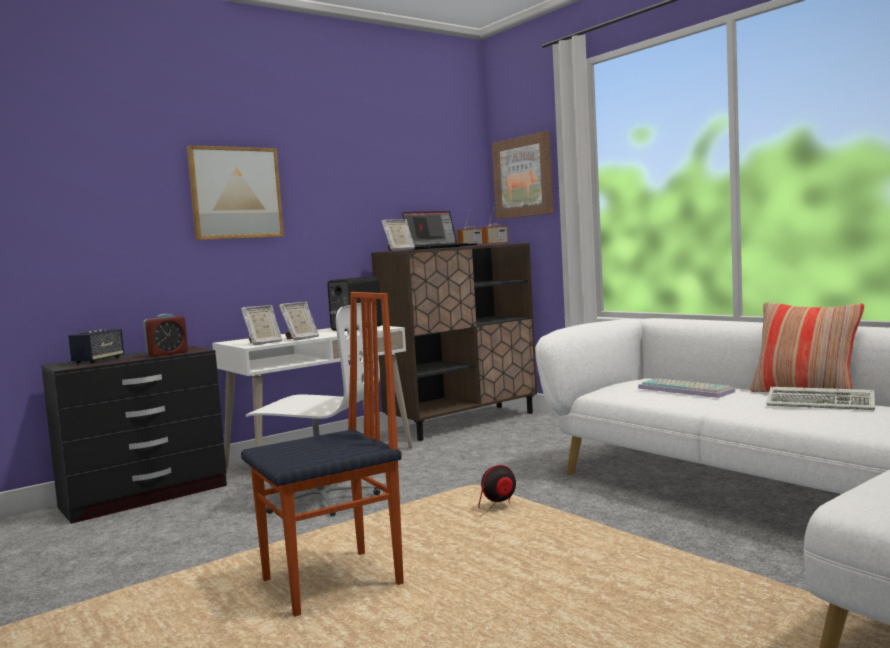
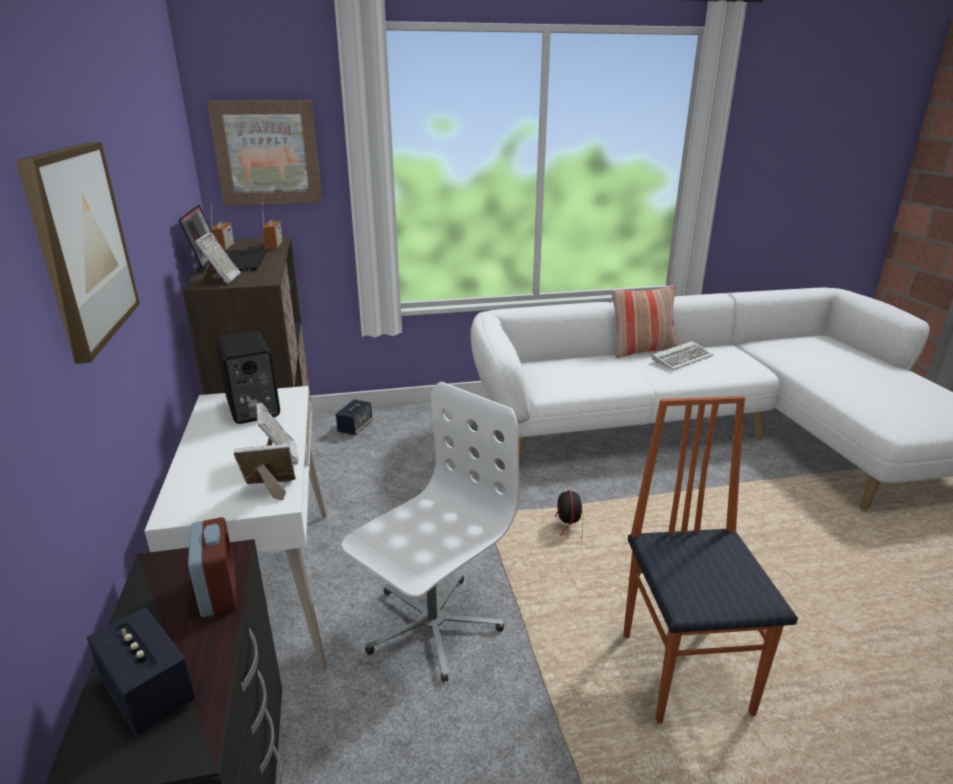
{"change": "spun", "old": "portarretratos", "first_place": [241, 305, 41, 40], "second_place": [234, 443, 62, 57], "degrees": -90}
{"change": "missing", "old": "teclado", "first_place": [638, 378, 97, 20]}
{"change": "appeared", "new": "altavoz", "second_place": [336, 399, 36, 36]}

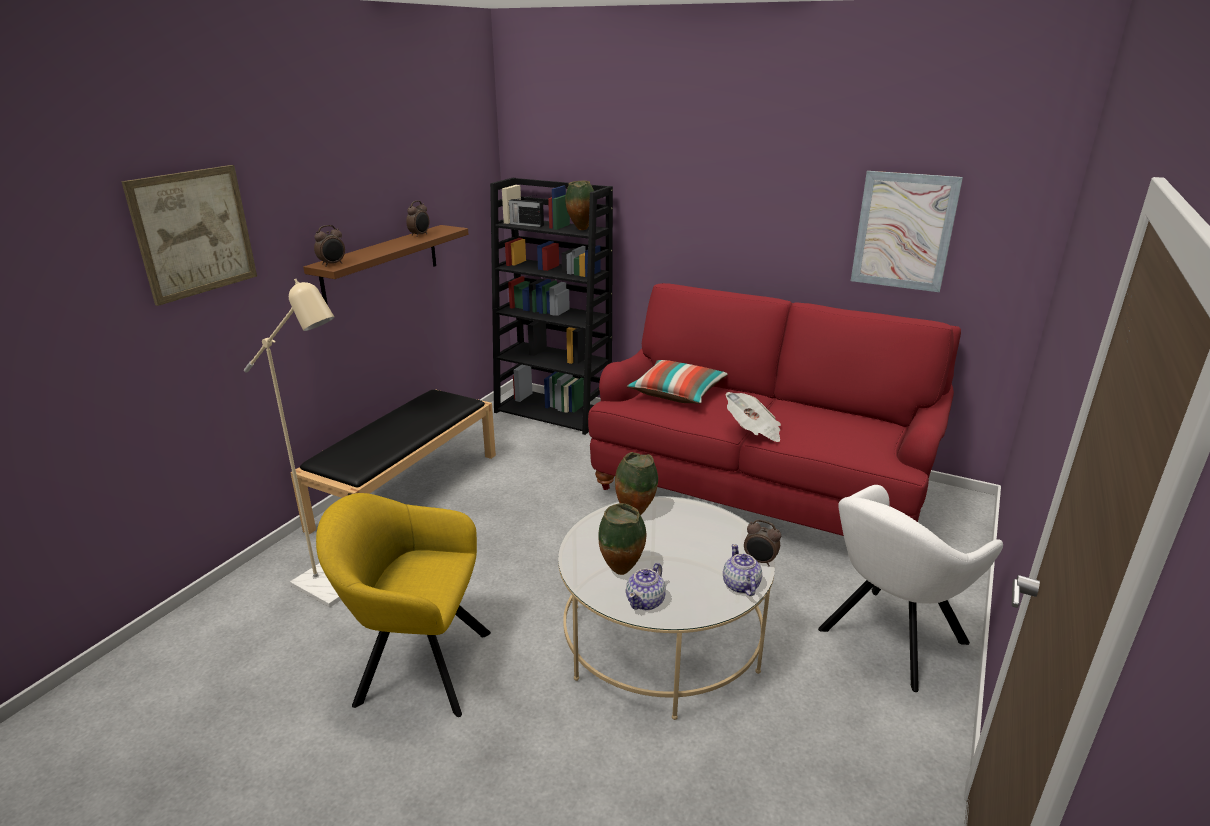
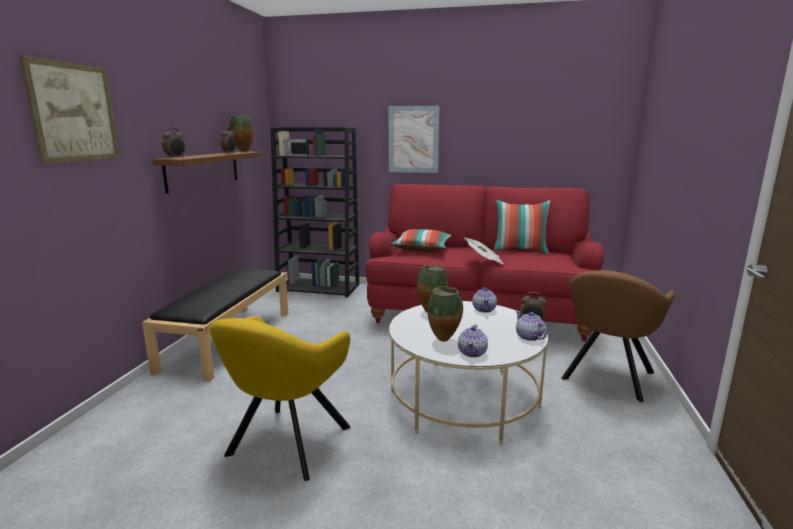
{"change": "missing", "old": "lámpara de pie/beis", "first_place": [244, 279, 97, 329]}
{"change": "spun", "old": "sillón/amarillo", "first_place": [316, 493, 175, 224], "second_place": [210, 316, 141, 165], "degrees": -60}
{"change": "relocated", "old": "florero", "first_place": [565, 181, 29, 49], "second_place": [229, 116, 24, 36]}
{"change": "colour", "old": "sillón/blanco", "new": "sillón/marrón", "first_place": [818, 485, 185, 207], "second_place": [561, 270, 114, 132]}
{"change": "relocated", "old": "cuadro", "first_place": [851, 171, 112, 121], "second_place": [389, 106, 51, 67]}
{"change": "appeared", "new": "tetera", "second_place": [472, 287, 25, 26]}
{"change": "appeared", "new": "cojín", "second_place": [494, 200, 56, 54]}

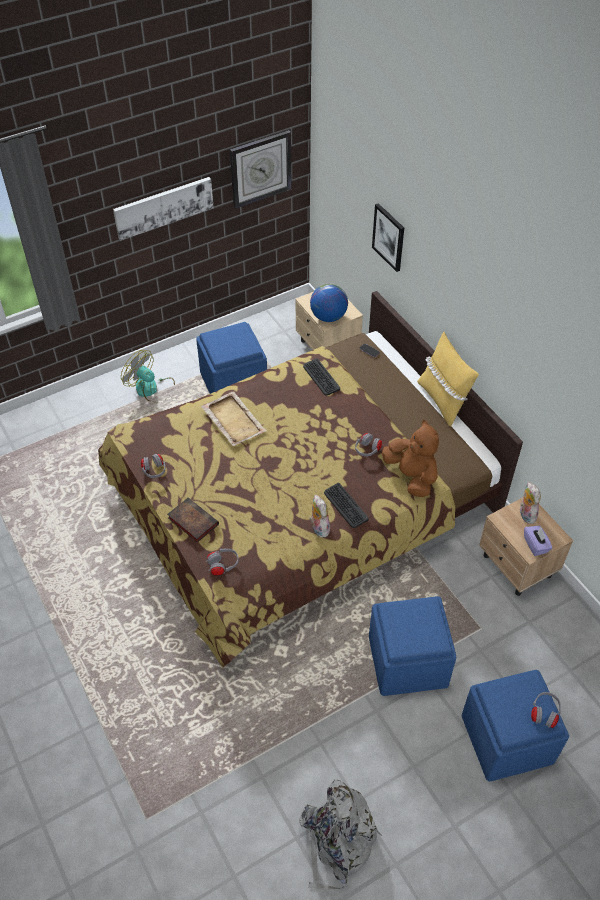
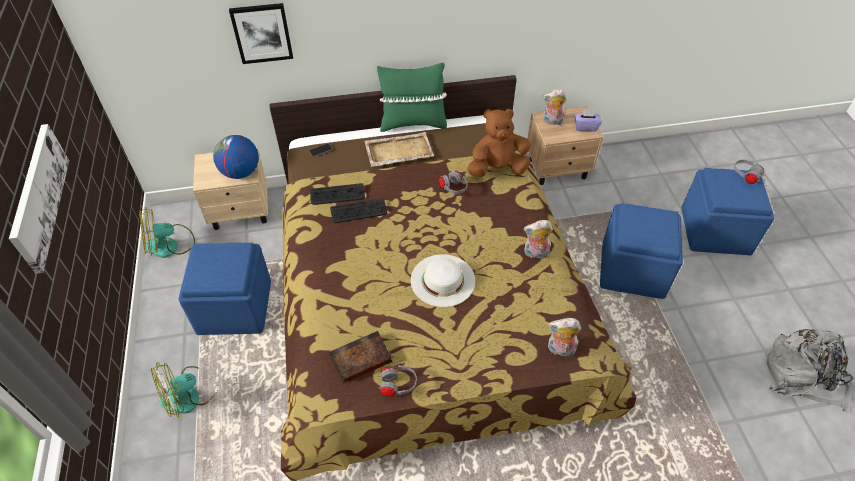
{"change": "relocated", "old": "libro", "first_place": [167, 497, 52, 46], "second_place": [329, 331, 63, 53]}
{"change": "relocated", "old": "bandeja/beis", "first_place": [201, 391, 66, 55], "second_place": [364, 132, 70, 35]}
{"change": "exchanged", "old": "auriculares/gris", "new": "peluche", "first_place": [206, 548, 32, 28], "second_place": [548, 318, 33, 39]}
{"change": "missing", "old": "reloj de pared", "first_place": [230, 130, 61, 79]}
{"change": "relocated", "old": "teclado", "first_place": [324, 483, 45, 45], "second_place": [330, 198, 57, 25]}
{"change": "colour", "old": "cojín/amarillo", "new": "cojín/verde", "first_place": [417, 332, 62, 95], "second_place": [377, 63, 70, 69]}
{"change": "appeared", "new": "ventilador", "second_place": [140, 207, 55, 51]}
{"change": "appeared", "new": "sombrero/blanco", "second_place": [411, 254, 64, 53]}

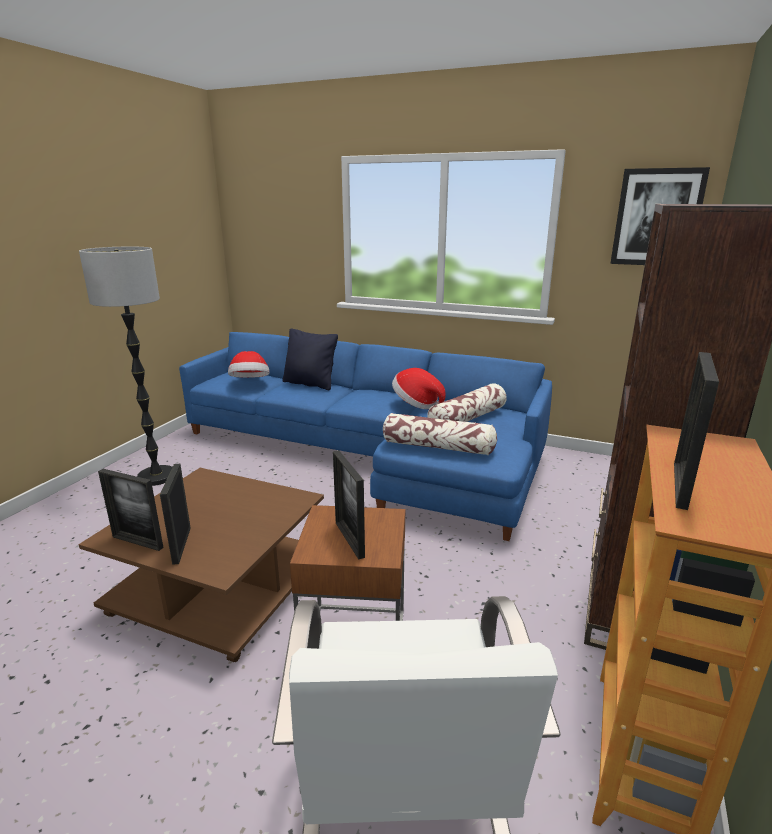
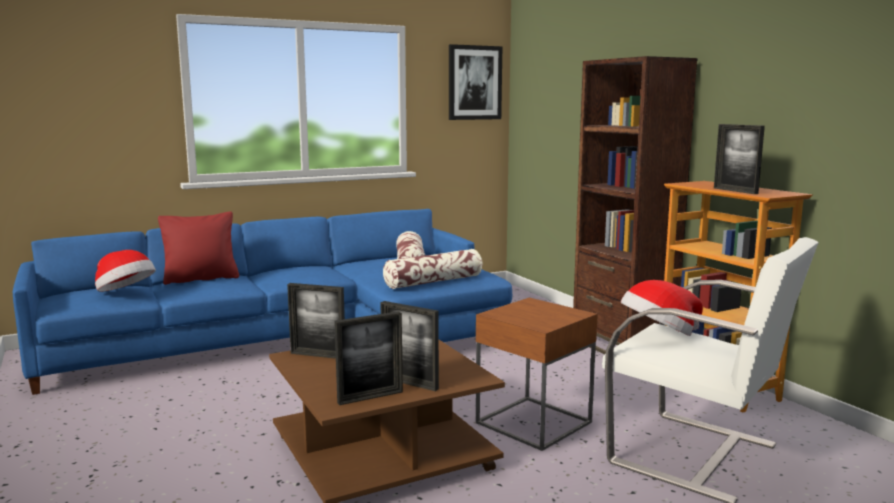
{"change": "missing", "old": "lámpara de pie", "first_place": [79, 247, 93, 239]}
{"change": "colour", "old": "cojín/negro", "new": "cojín/rojo", "first_place": [282, 328, 56, 62], "second_place": [158, 212, 81, 73]}
{"change": "relocated", "old": "portarretratos", "first_place": [333, 450, 32, 110], "second_place": [287, 283, 58, 76]}
{"change": "relocated", "old": "sombrero", "first_place": [392, 368, 54, 41], "second_place": [621, 280, 82, 56]}

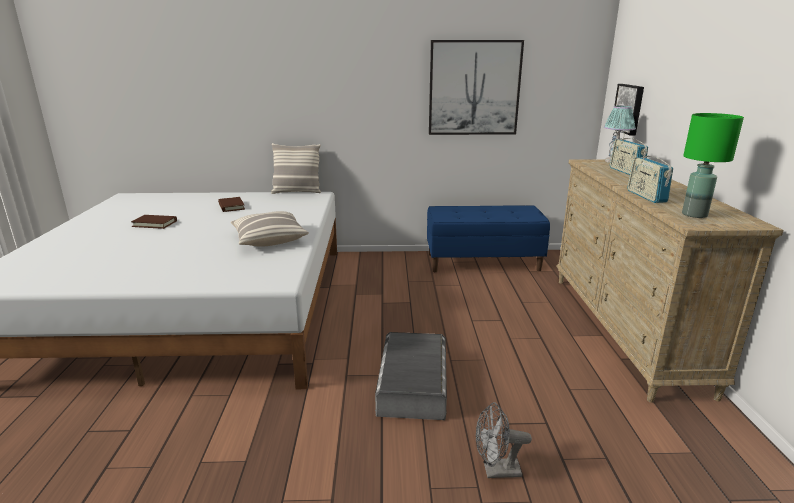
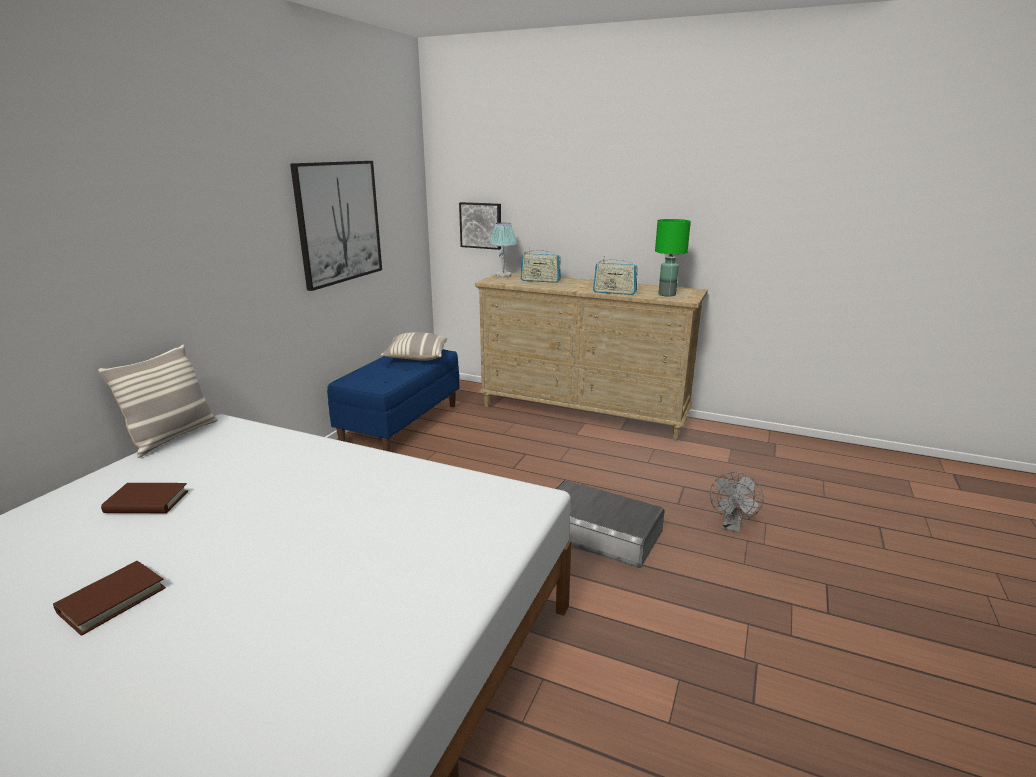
{"change": "relocated", "old": "cojín", "first_place": [231, 211, 78, 36], "second_place": [381, 332, 66, 29]}

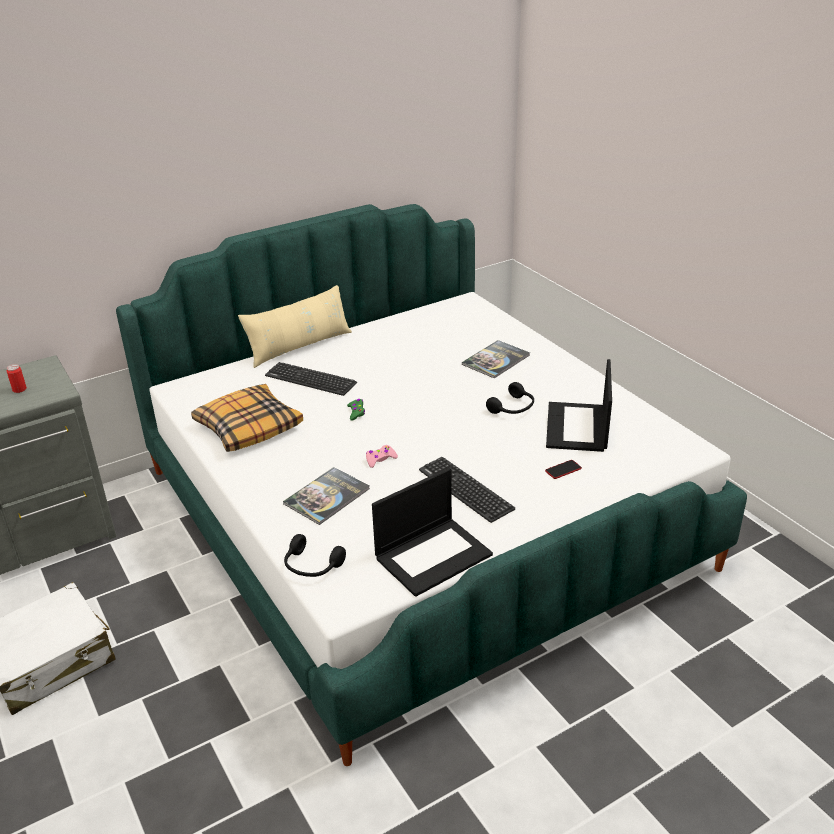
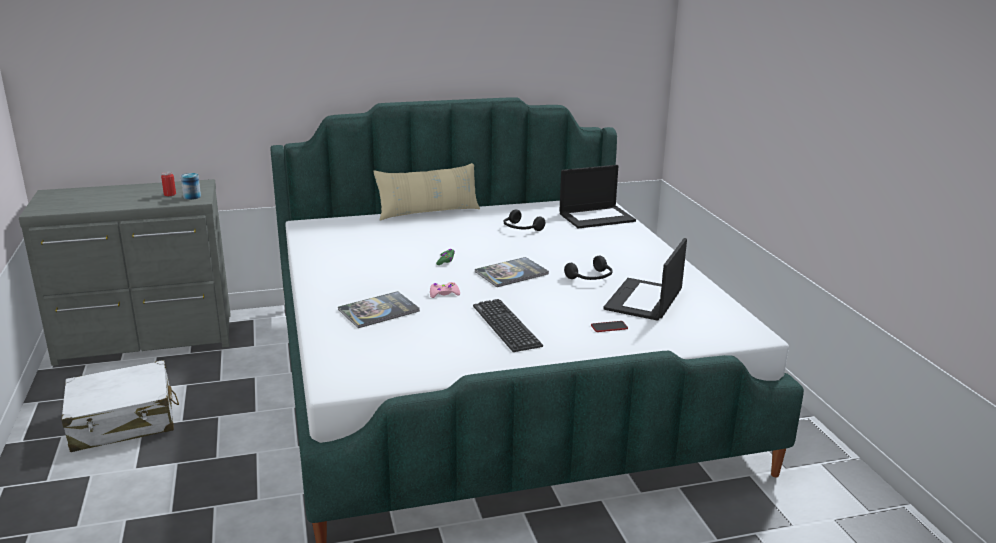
{"change": "missing", "old": "cojín", "first_place": [191, 384, 112, 68]}
{"change": "missing", "old": "teclado", "first_place": [265, 362, 92, 34]}
{"change": "relocated", "old": "auriculares/negro", "first_place": [284, 534, 62, 43], "second_place": [503, 210, 42, 21]}
{"change": "relocated", "old": "portátil", "first_place": [372, 468, 121, 129], "second_place": [559, 165, 77, 64]}
{"change": "relocated", "old": "libro", "first_place": [462, 340, 68, 38], "second_place": [475, 257, 74, 30]}
{"change": "appeared", "new": "lata", "second_place": [181, 173, 20, 27]}

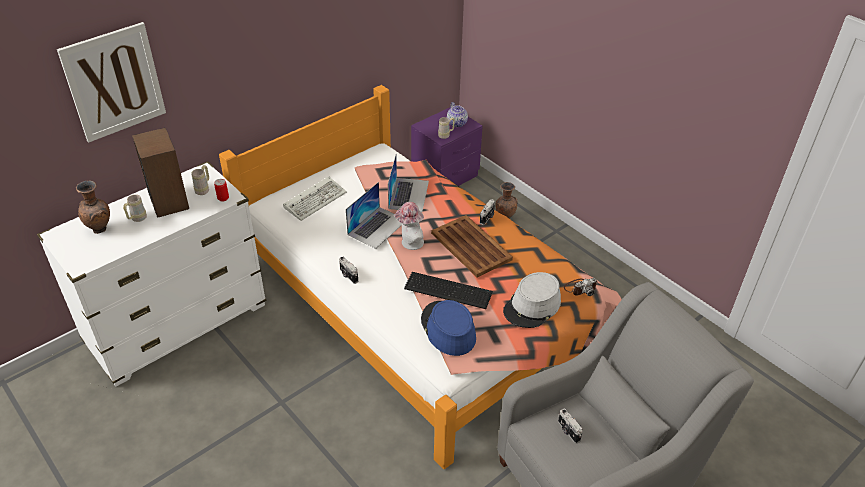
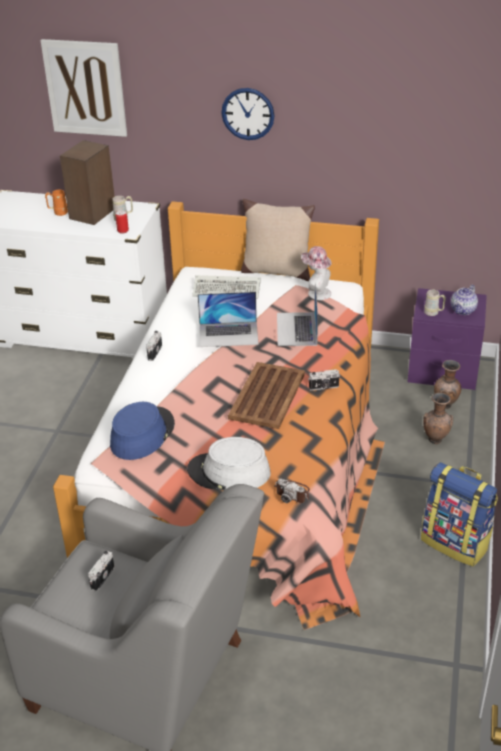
{"change": "relocated", "old": "florero/marrón", "first_place": [76, 180, 34, 54], "second_place": [434, 360, 27, 49]}
{"change": "colour", "old": "taza grande/beis", "new": "taza grande/naranja", "first_place": [123, 194, 24, 28], "second_place": [45, 190, 23, 26]}
{"change": "spun", "old": "portátil", "first_place": [388, 155, 41, 57], "second_place": [277, 283, 41, 63], "degrees": 120}
{"change": "relocated", "old": "sombrero", "first_place": [394, 202, 30, 48], "second_place": [301, 246, 31, 54]}
{"change": "missing", "old": "teclado", "first_place": [404, 272, 89, 37]}
{"change": "appeared", "new": "reloj de pared", "second_place": [221, 88, 54, 52]}
{"change": "appeared", "new": "cojín/beis", "second_place": [241, 199, 74, 82]}
{"change": "appeared", "new": "mochila", "second_place": [421, 462, 77, 105]}

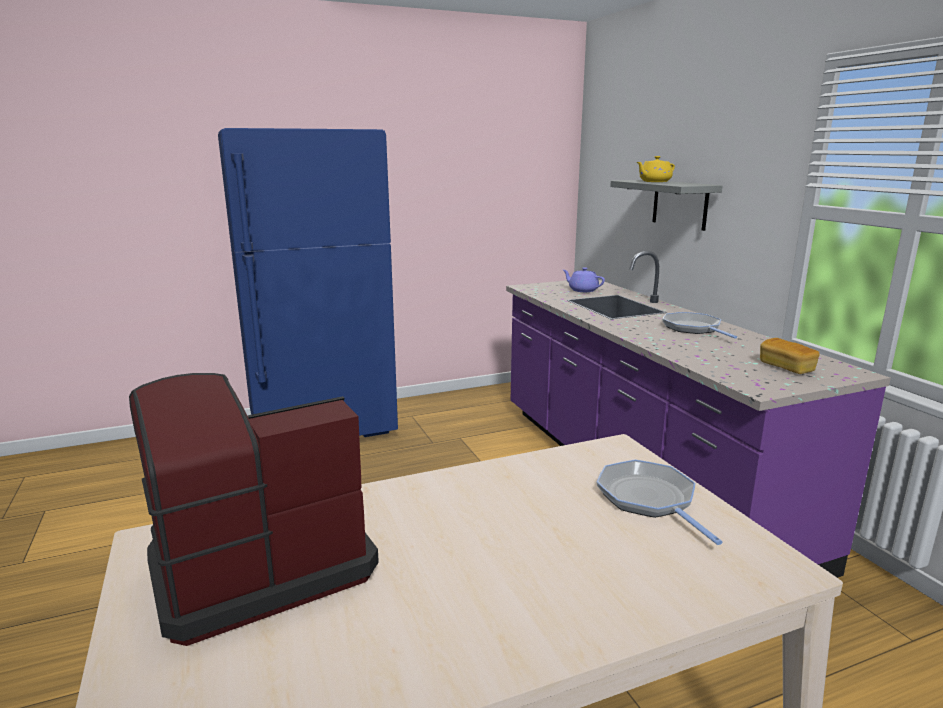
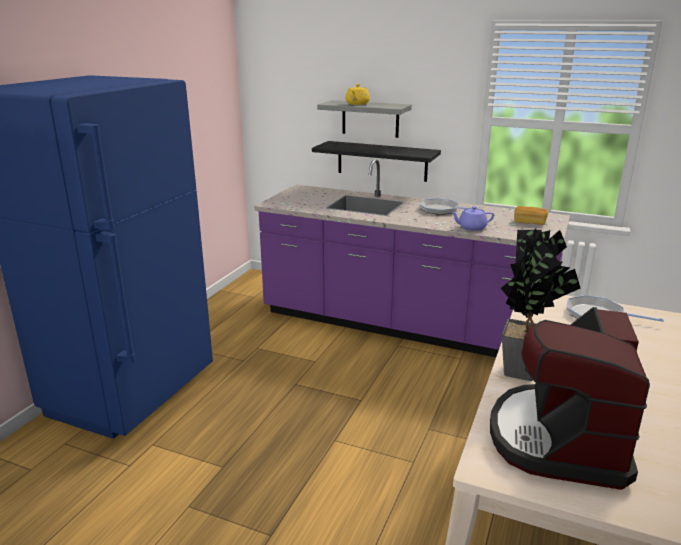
{"change": "relocated", "old": "tetera/morado", "first_place": [563, 267, 42, 25], "second_place": [451, 206, 43, 25]}
{"change": "appeared", "new": "estante/negro", "second_place": [312, 141, 129, 41]}
{"change": "appeared", "new": "planta en maceta", "second_place": [501, 229, 80, 152]}

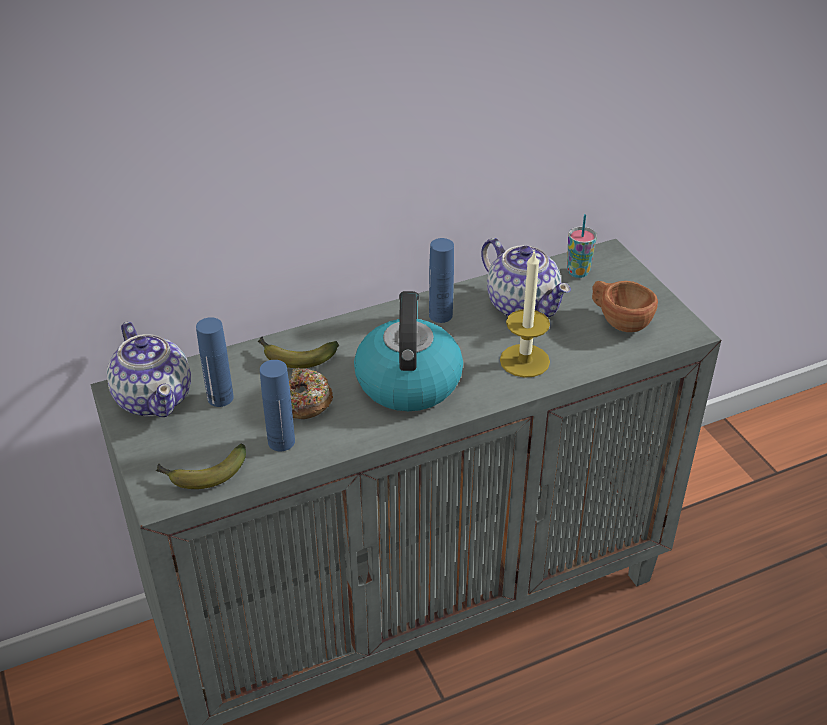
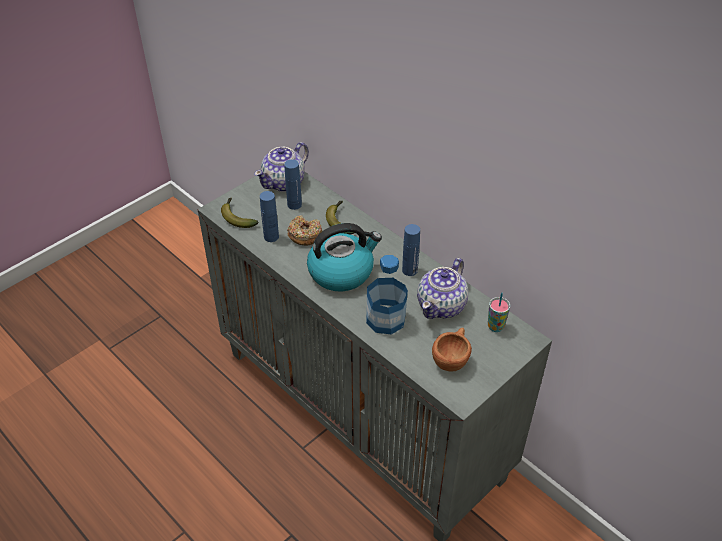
{"change": "exchanged", "old": "vela", "new": "botella", "first_place": [500, 250, 50, 128], "second_place": [366, 255, 42, 79]}

